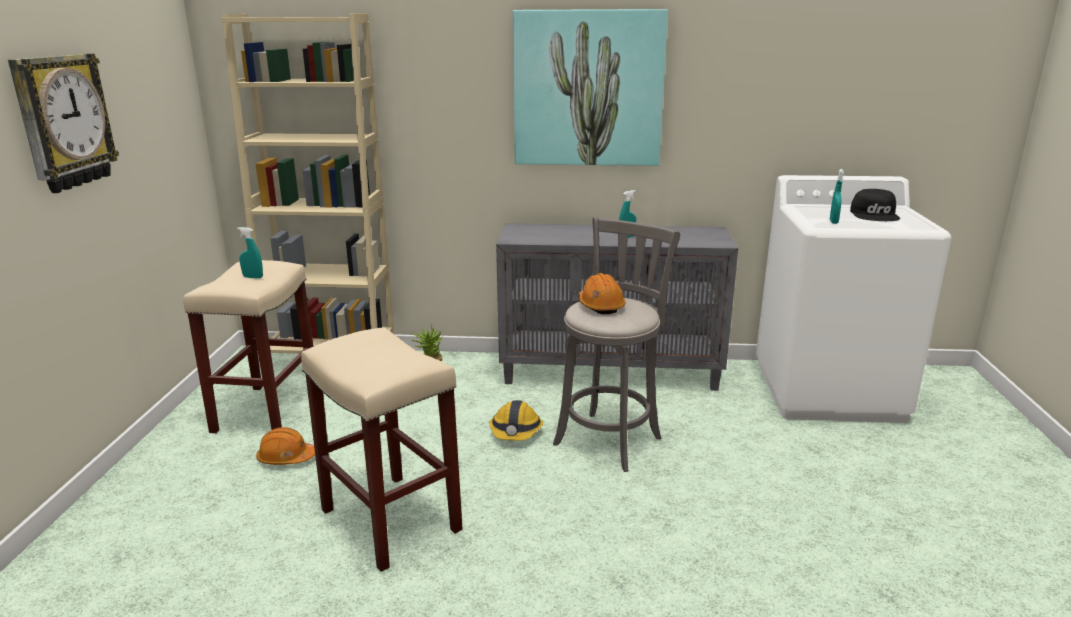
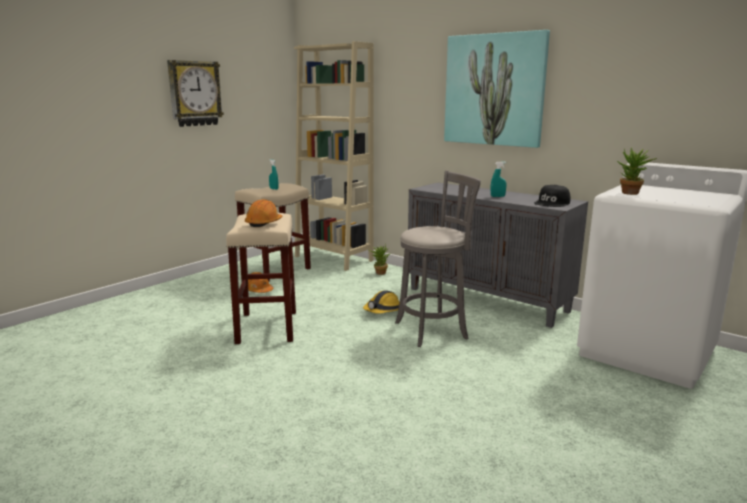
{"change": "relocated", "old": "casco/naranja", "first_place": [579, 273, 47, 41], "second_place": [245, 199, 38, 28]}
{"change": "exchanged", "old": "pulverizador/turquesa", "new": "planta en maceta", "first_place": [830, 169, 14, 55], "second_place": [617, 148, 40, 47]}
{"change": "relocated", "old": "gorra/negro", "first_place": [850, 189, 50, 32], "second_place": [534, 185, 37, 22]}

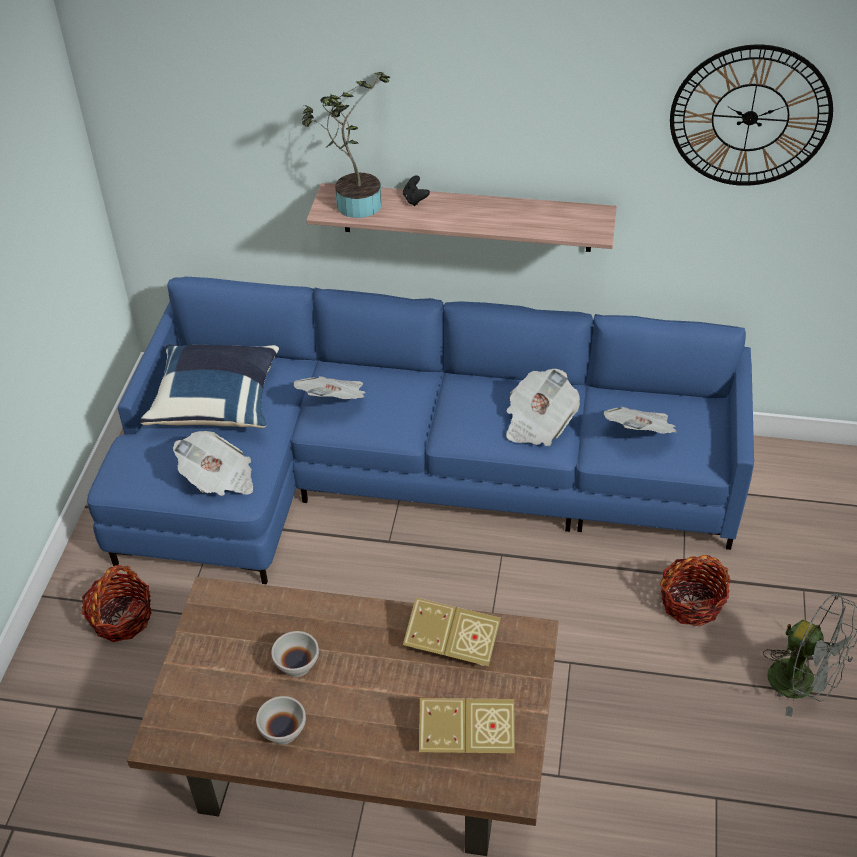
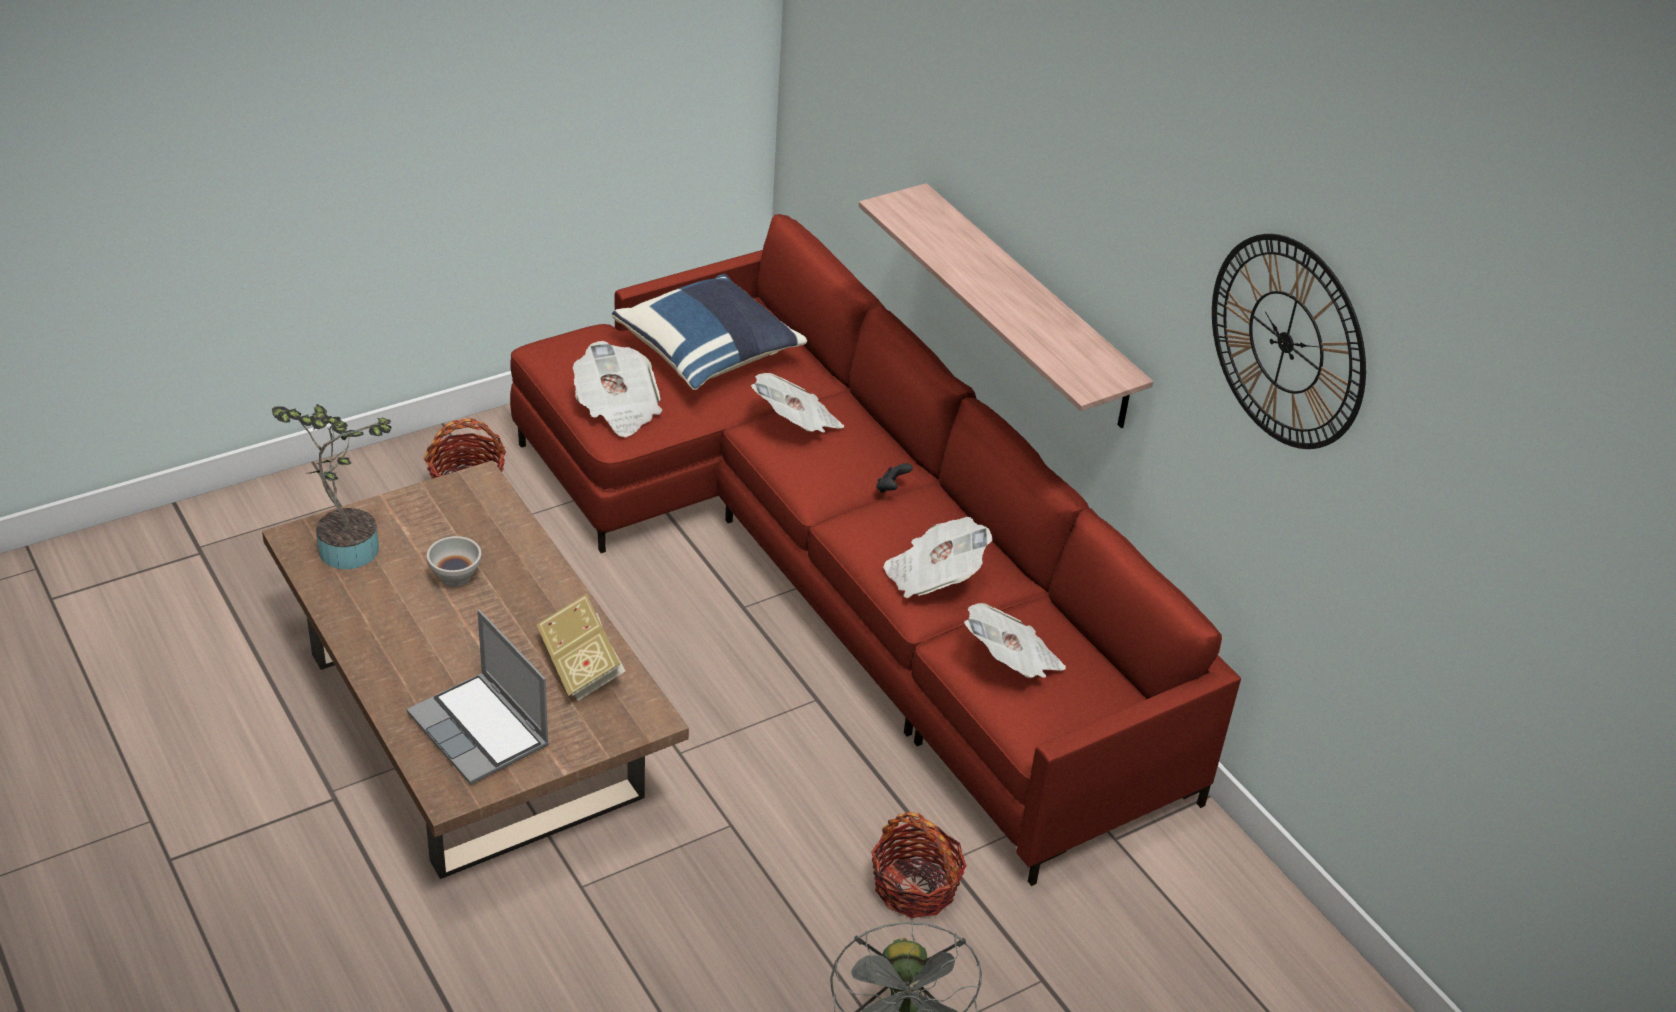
{"change": "colour", "old": "sofá/azul", "new": "sofá/rojo", "first_place": [87, 277, 667, 307], "second_place": [510, 214, 731, 672]}
{"change": "missing", "old": "cuenco/blanco", "first_place": [256, 696, 50, 49]}
{"change": "relocated", "old": "planta en maceta", "first_place": [302, 72, 89, 146], "second_place": [272, 404, 120, 165]}
{"change": "relocated", "old": "mando de consola/negro", "first_place": [403, 175, 27, 31], "second_place": [876, 463, 37, 30]}
{"change": "exchanged", "old": "libro", "new": "portátil", "first_place": [419, 698, 96, 55], "second_place": [407, 609, 142, 176]}

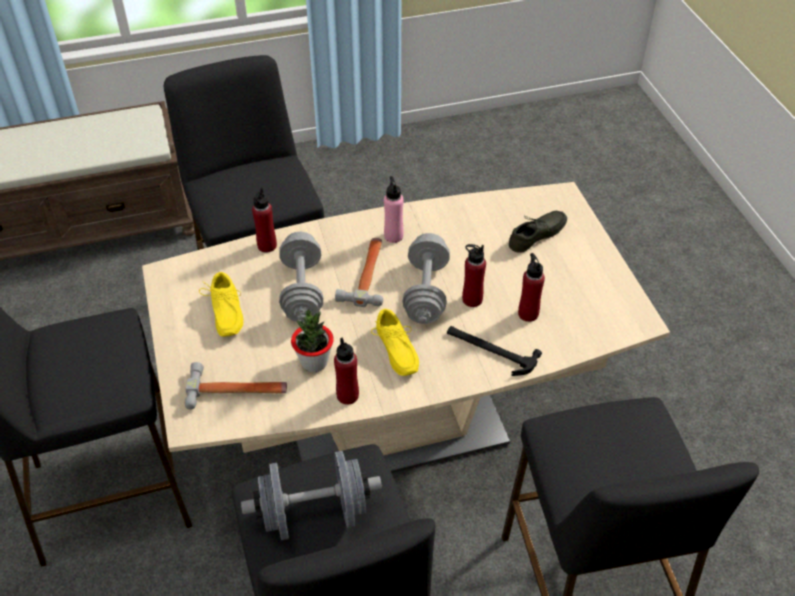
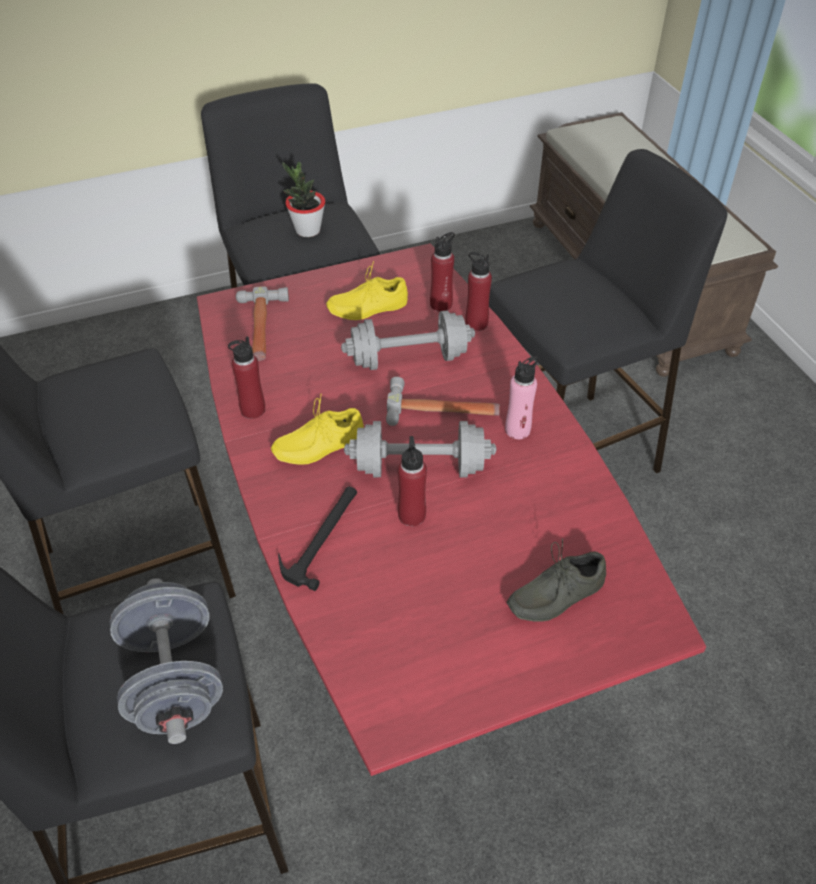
{"change": "colour", "old": "mesa de comedor/beis", "new": "mesa de comedor/rojo", "first_place": [142, 182, 528, 291], "second_place": [197, 243, 509, 533]}
{"change": "relocated", "old": "mancuerna/gris", "first_place": [241, 451, 141, 89], "second_place": [110, 578, 113, 166]}
{"change": "relocated", "old": "planta en maceta", "first_place": [291, 310, 43, 62], "second_place": [282, 162, 43, 75]}
{"change": "spun", "old": "zapato/gris", "first_place": [509, 211, 58, 42], "second_place": [507, 538, 99, 84], "degrees": 105}
{"change": "relocated", "old": "botella/rojo", "first_place": [518, 253, 27, 69], "second_place": [430, 232, 25, 80]}

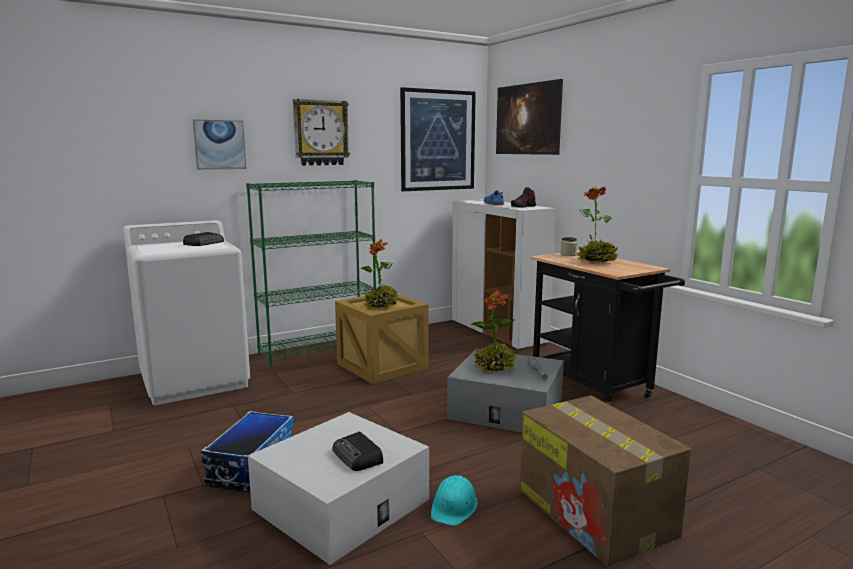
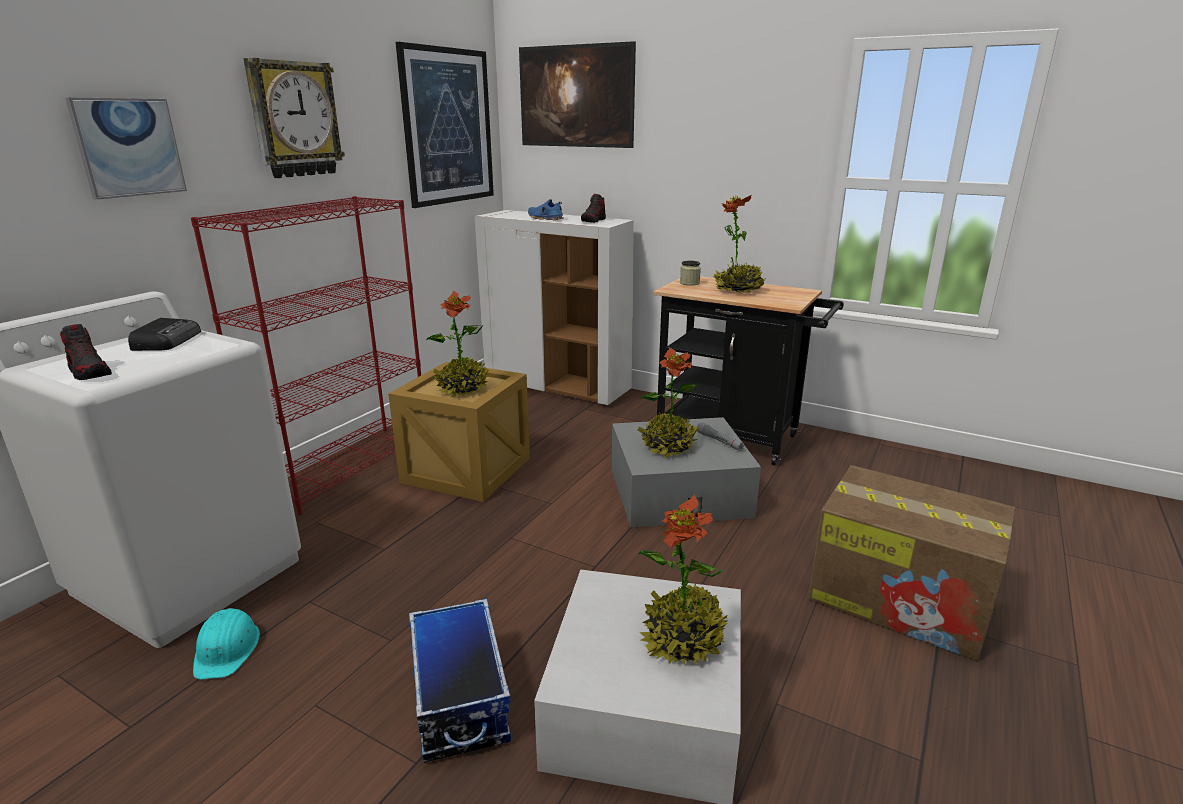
{"change": "colour", "old": "estantería/verde", "new": "estantería/rojo", "first_place": [246, 180, 130, 187], "second_place": [191, 196, 230, 319]}
{"change": "exchanged", "old": "radio", "new": "planta en maceta", "first_place": [333, 432, 50, 39], "second_place": [638, 494, 90, 171]}
{"change": "relocated", "old": "casco/turquesa", "first_place": [431, 475, 46, 51], "second_place": [193, 608, 67, 71]}
{"change": "appeared", "new": "zapato", "second_place": [60, 324, 52, 56]}

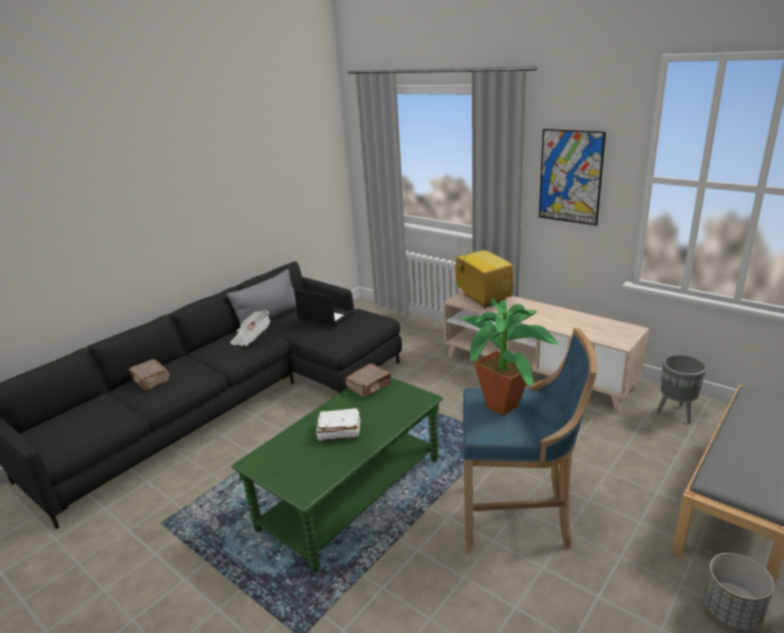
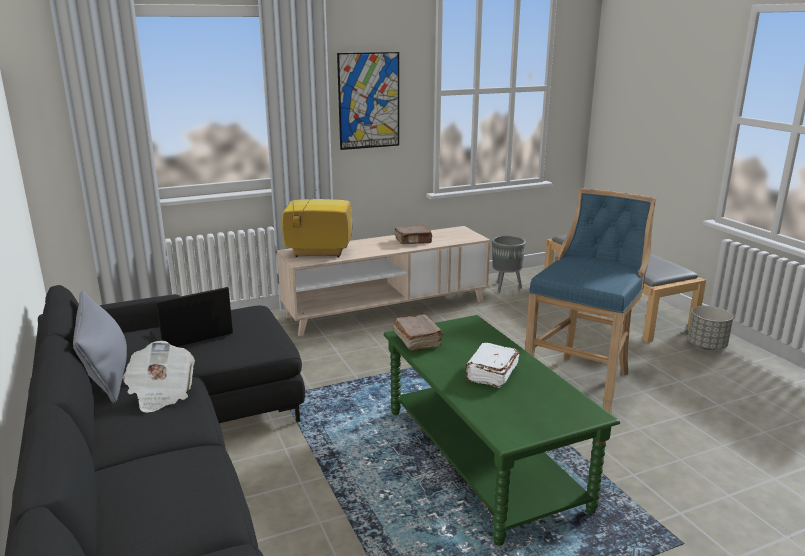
{"change": "relocated", "old": "libro/marrón", "first_place": [128, 359, 42, 32], "second_place": [395, 224, 37, 20]}
{"change": "missing", "old": "planta en maceta", "first_place": [460, 298, 99, 118]}

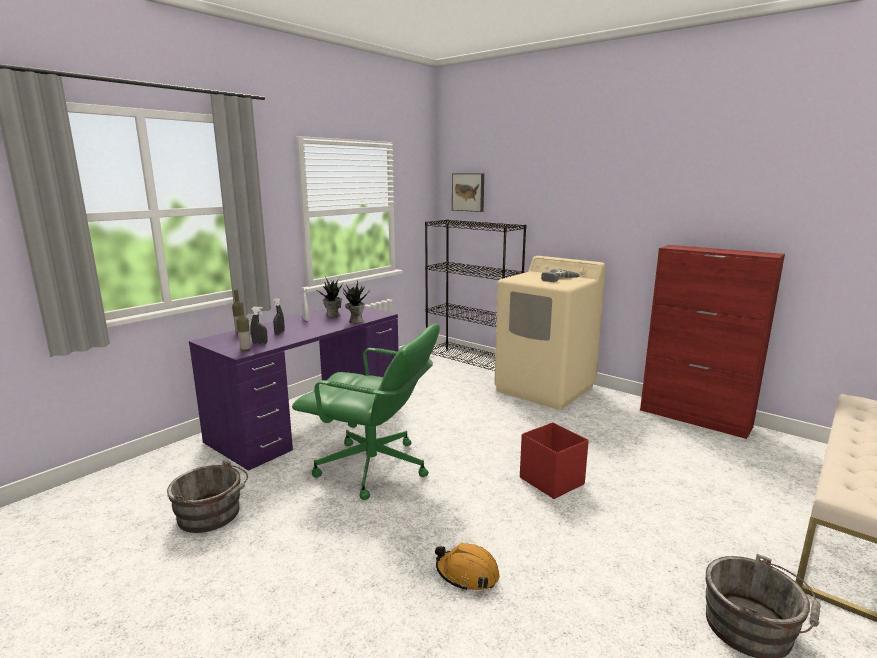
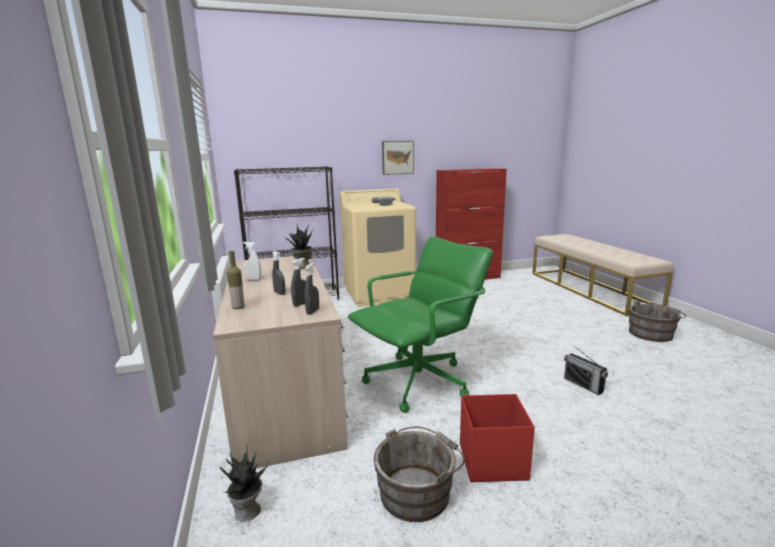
{"change": "colour", "old": "escritorio/morado", "new": "escritorio/beis", "first_place": [189, 304, 209, 167], "second_place": [213, 256, 135, 212]}
{"change": "exchanged", "old": "botella", "new": "pulverizador/gris", "first_place": [236, 303, 15, 48], "second_place": [305, 263, 14, 52]}
{"change": "relocated", "old": "planta en maceta", "first_place": [315, 278, 28, 39], "second_place": [220, 446, 49, 76]}
{"change": "exchanged", "old": "casco/naranja", "new": "radio", "first_place": [435, 543, 65, 48], "second_place": [564, 345, 44, 50]}
{"change": "relocated", "old": "cuadro", "first_place": [452, 173, 32, 39], "second_place": [382, 141, 32, 34]}
{"change": "relocated", "old": "caja de almacenaje/rojo", "first_place": [520, 422, 69, 77], "second_place": [460, 394, 75, 88]}

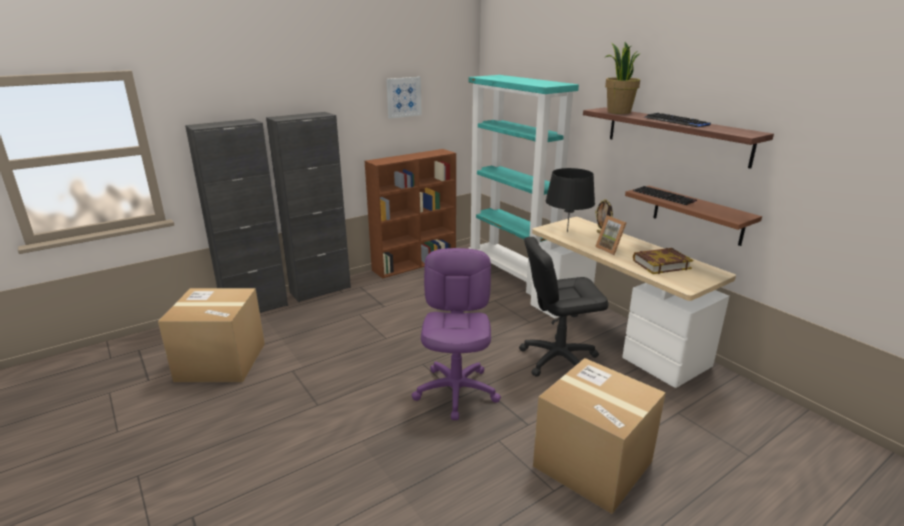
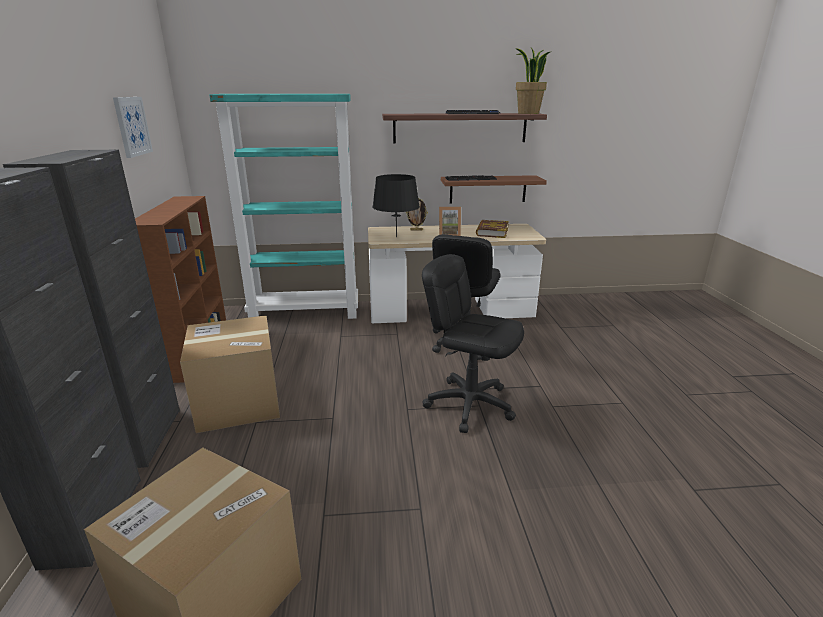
{"change": "colour", "old": "silla de oficina/morado", "new": "silla de oficina/negro", "first_place": [412, 248, 89, 172], "second_place": [422, 254, 102, 179]}
{"change": "relocated", "old": "caja de cartón", "first_place": [533, 358, 133, 156], "second_place": [180, 315, 100, 118]}
{"change": "relocated", "old": "planta en maceta", "first_place": [605, 42, 36, 72], "second_place": [515, 48, 35, 66]}

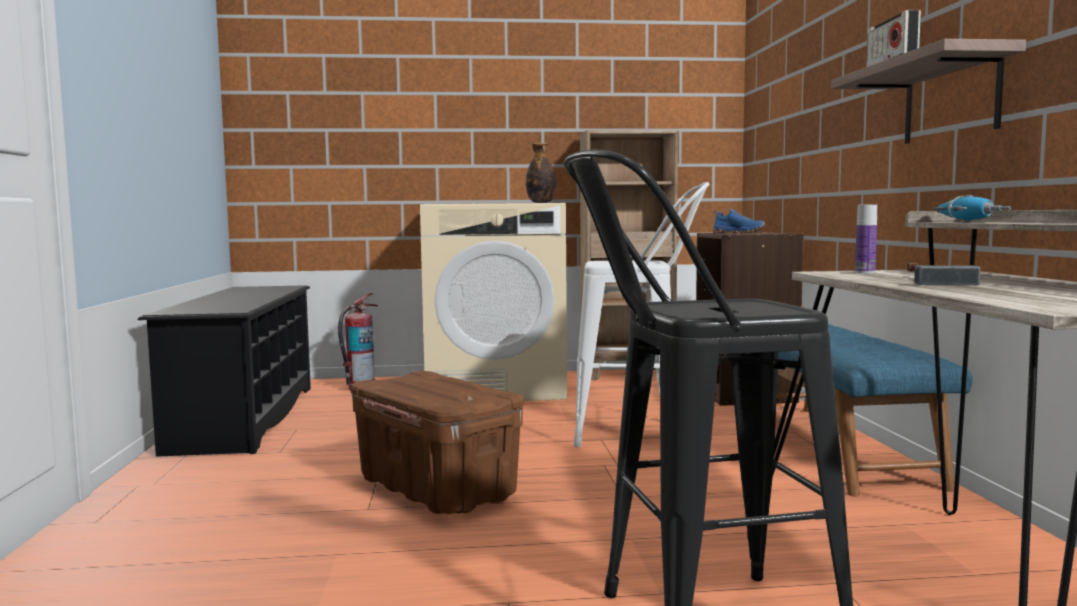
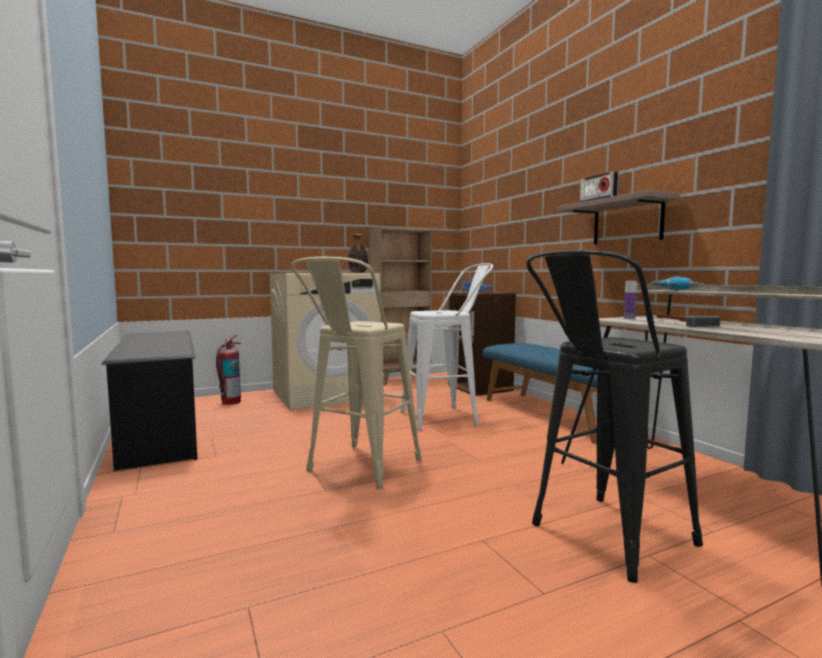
{"change": "exchanged", "old": "caja de almacenaje/marrón", "new": "taburete/beis", "first_place": [350, 371, 174, 143], "second_place": [291, 257, 131, 232]}

